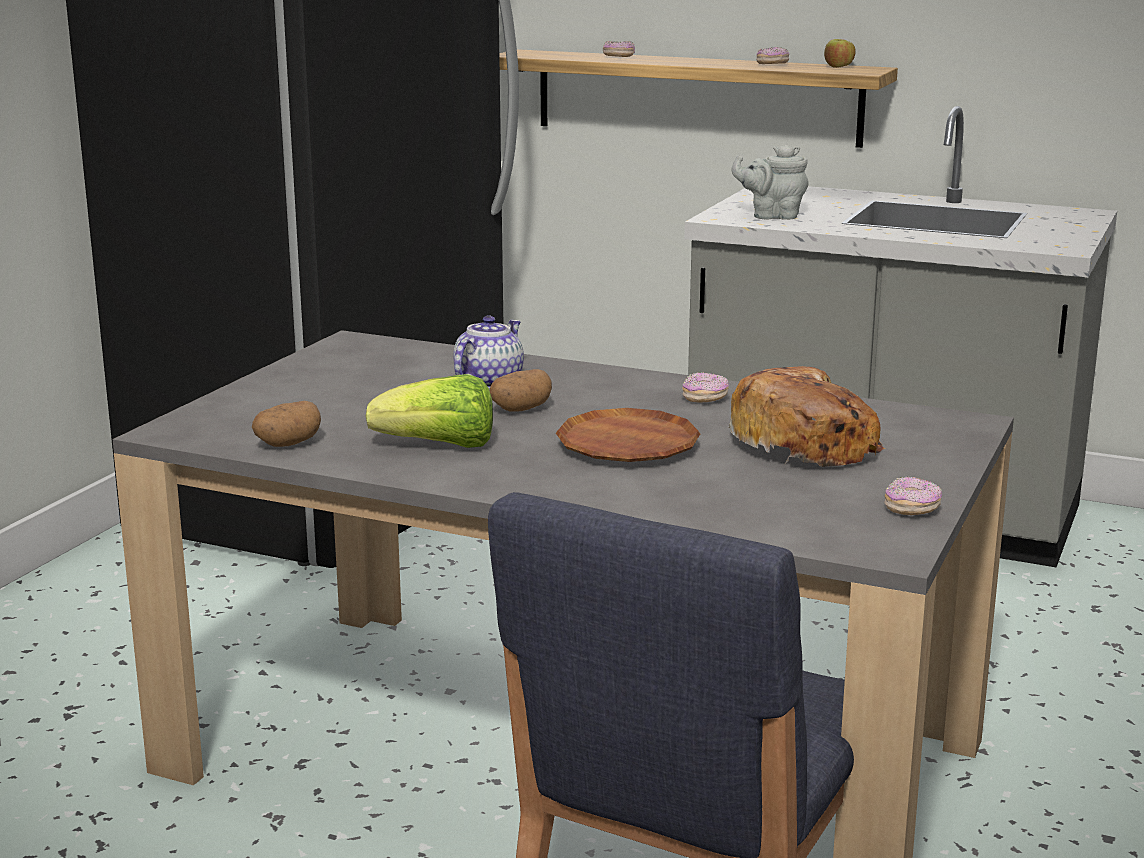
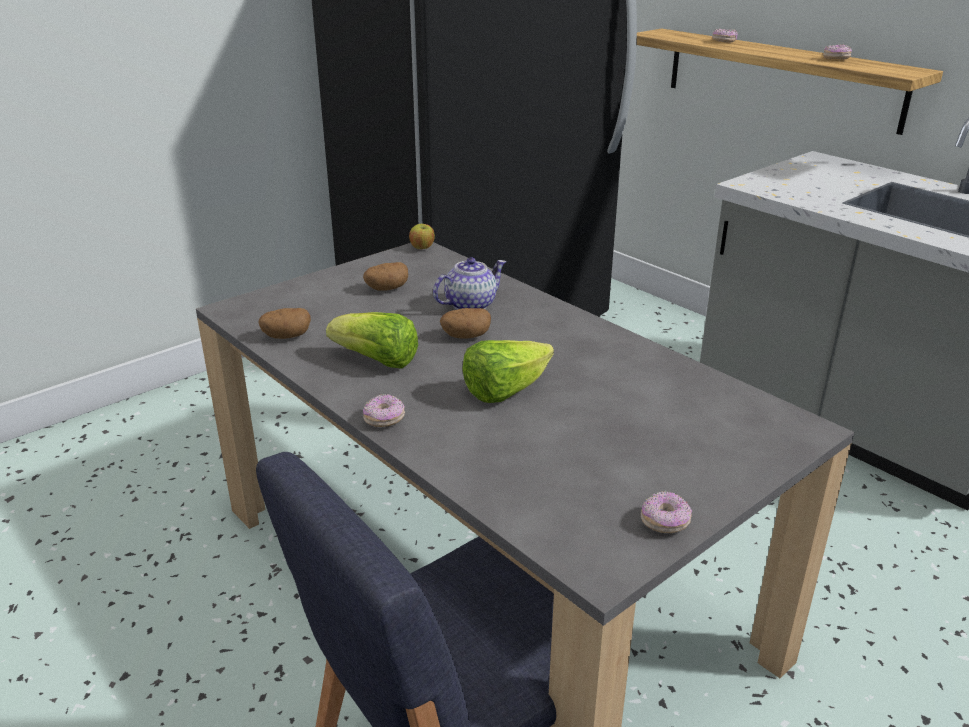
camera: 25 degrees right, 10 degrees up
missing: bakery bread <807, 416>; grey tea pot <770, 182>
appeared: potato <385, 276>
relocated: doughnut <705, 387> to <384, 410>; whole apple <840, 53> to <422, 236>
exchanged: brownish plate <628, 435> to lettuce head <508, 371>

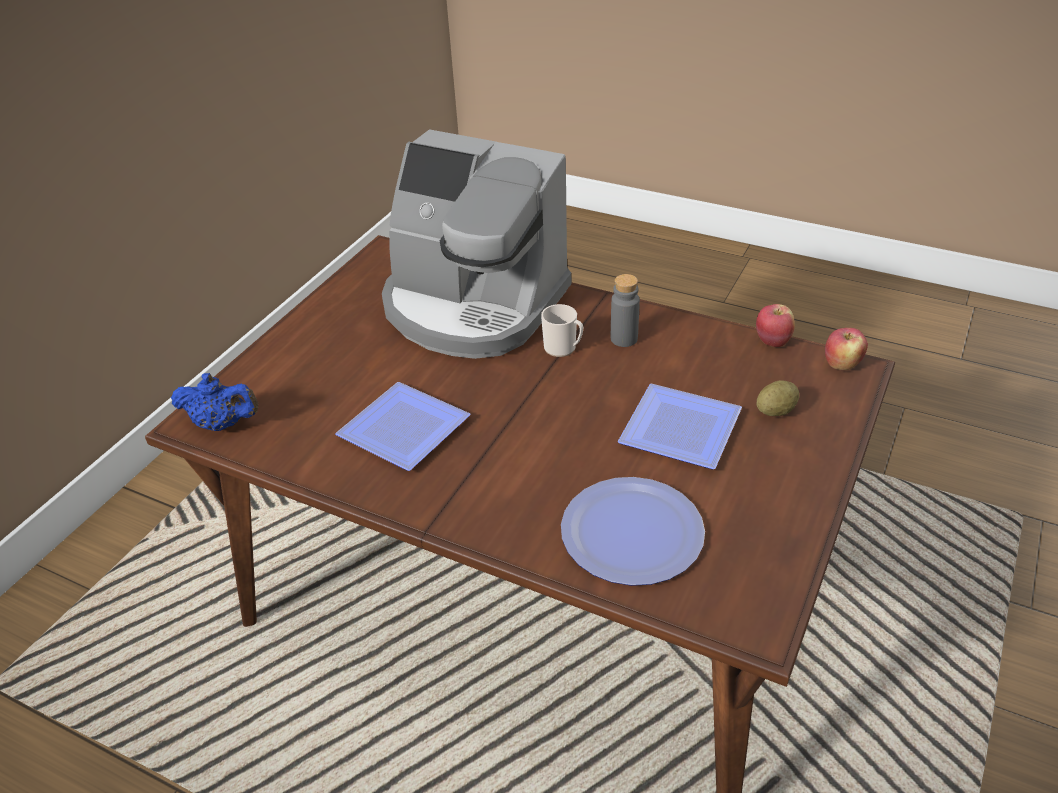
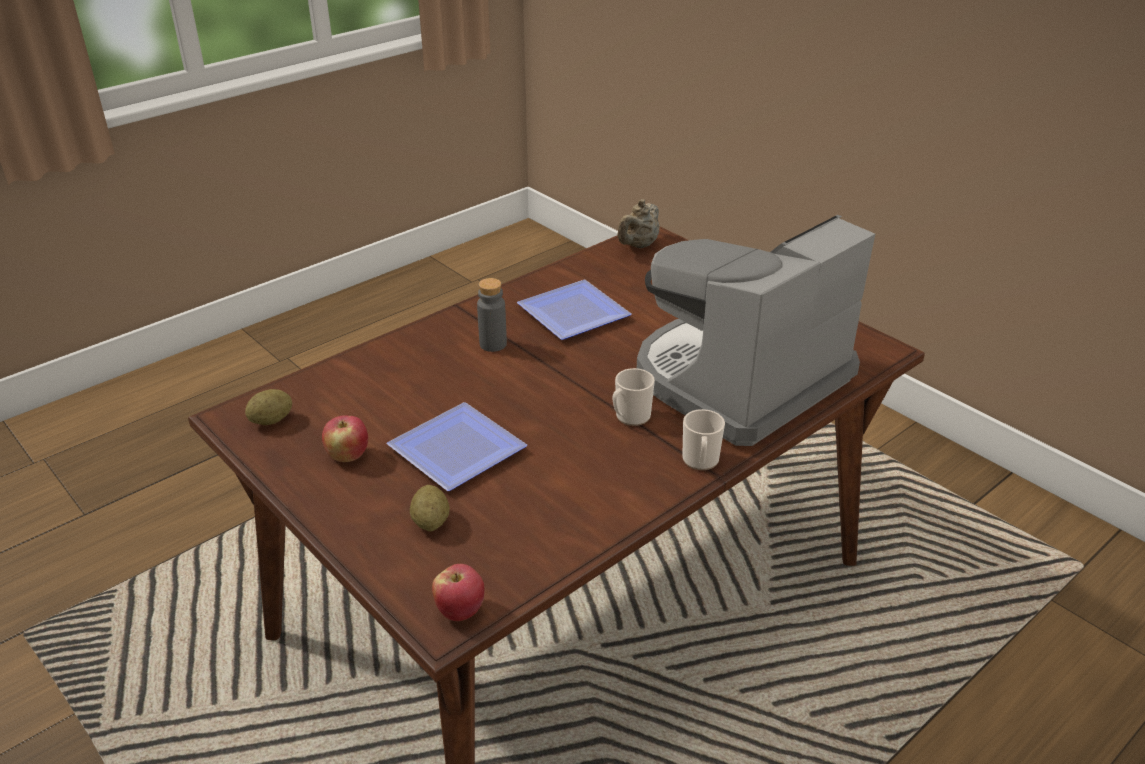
camera: 110 degrees right, 5 degrees down
missing: plate <633, 531>
appeared: potato <268, 407>; mug <703, 439>
relocated: whole apple <775, 325> to <345, 439>; grey beverage bottle <625, 310> to <492, 315>
colour: blue tea pot <214, 402> to beige-coloured tea pot <638, 223>

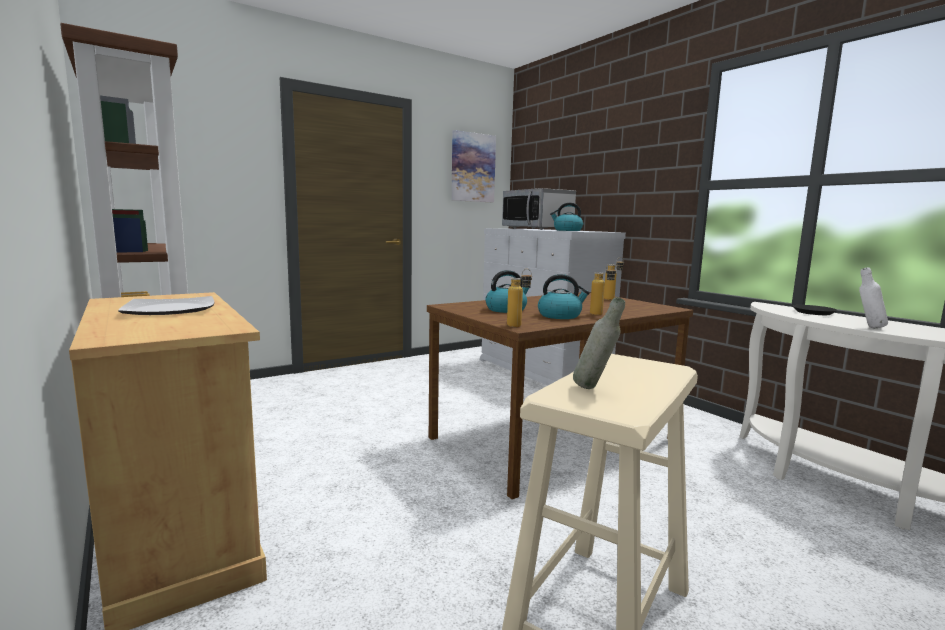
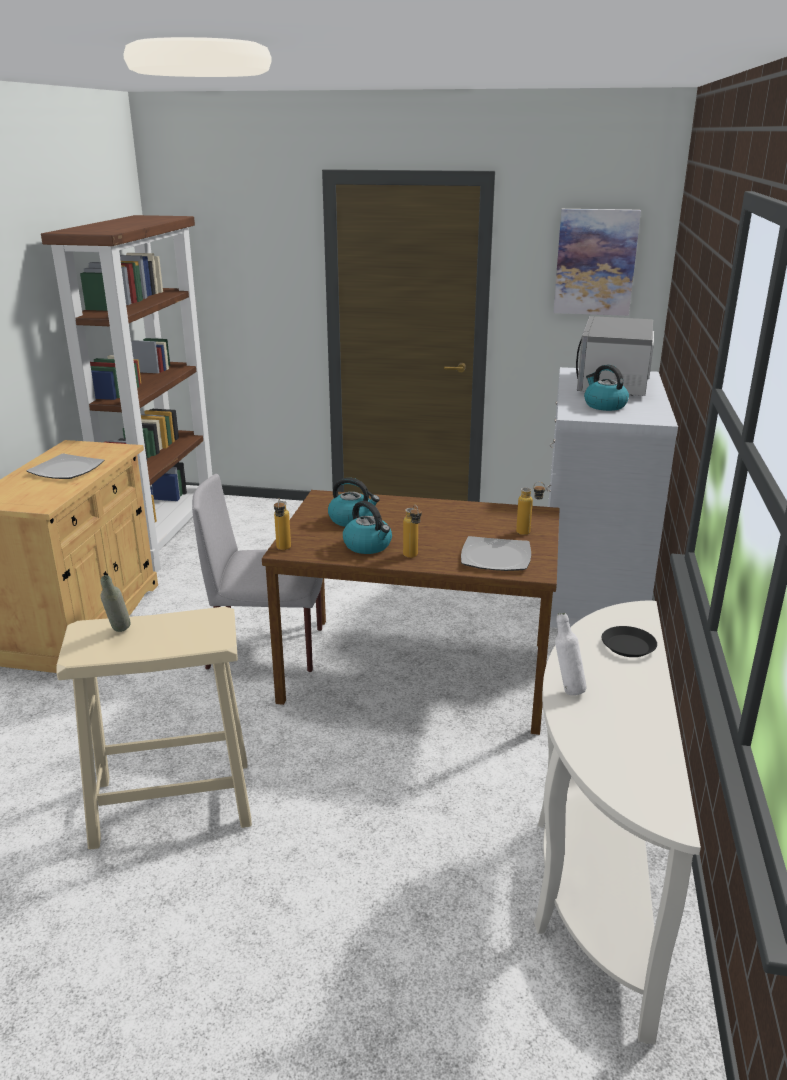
camera: 45 degrees right, 15 degrees up
appeared: grey plain chair <257, 573>; plate <496, 553>

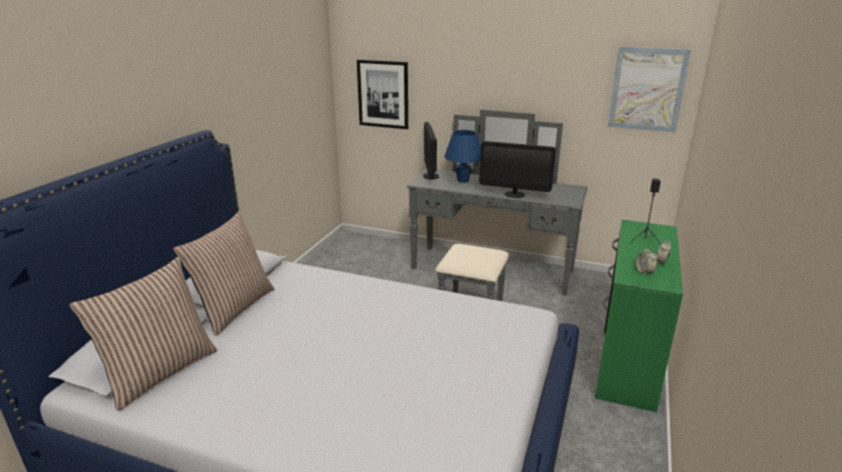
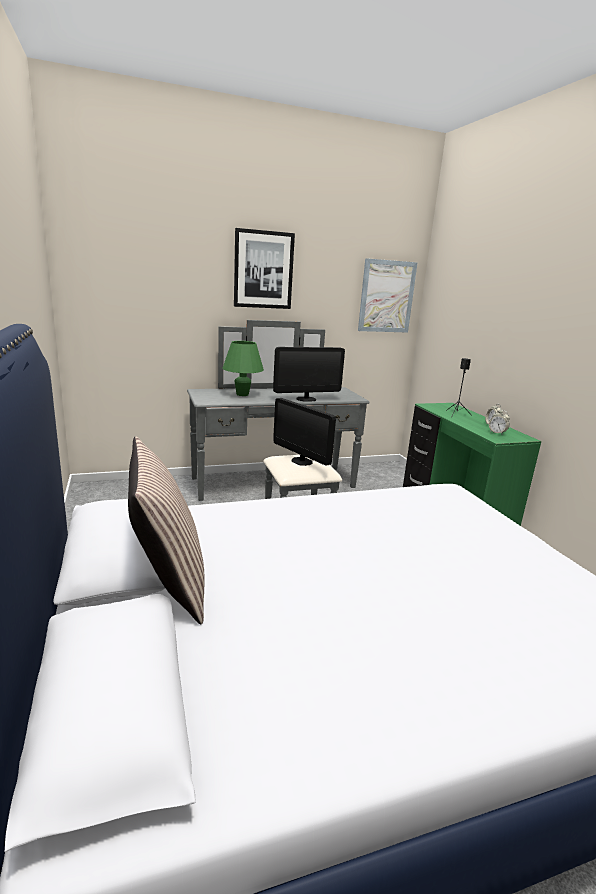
camera: 40 degrees left, 5 degrees down
missing: throw pillow <143, 334>
relocated: wall art <382, 94> to <264, 268>; monitor <431, 151> to <304, 432>
colour: blue lamp for a table <462, 156> to green lamp for a table <243, 368>

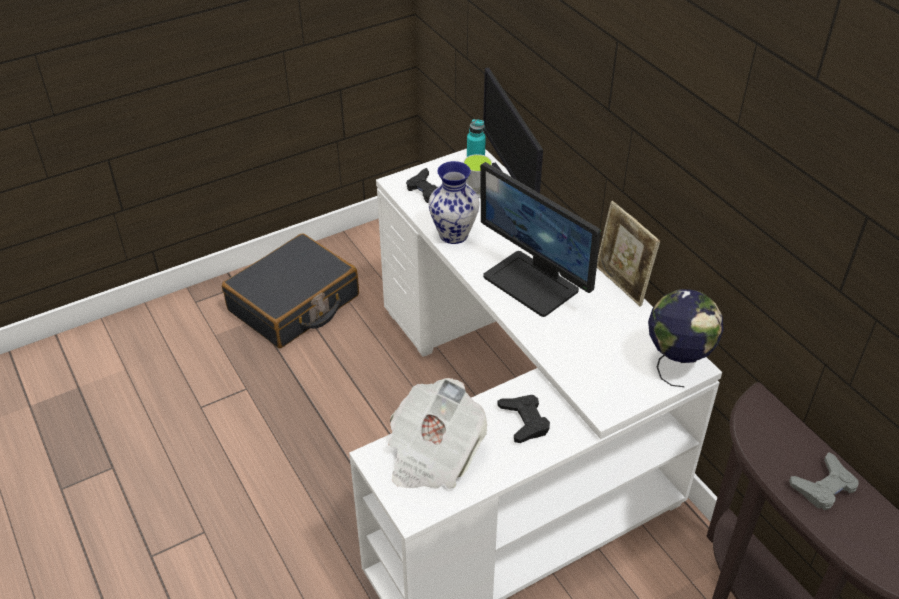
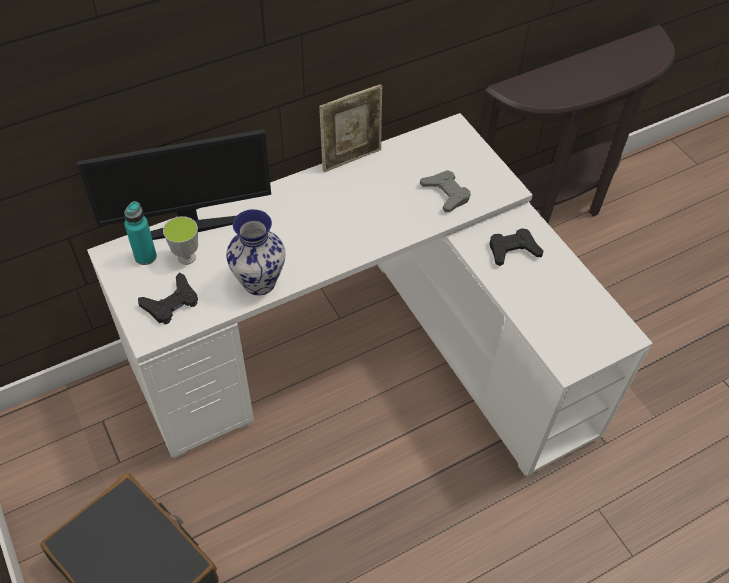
camera: 90 degrees left, 10 degrees up
missing: daily paper <437, 433>; monitor <540, 239>; world globe <686, 338>
relocated: grey gamepad <824, 481> to <445, 191>

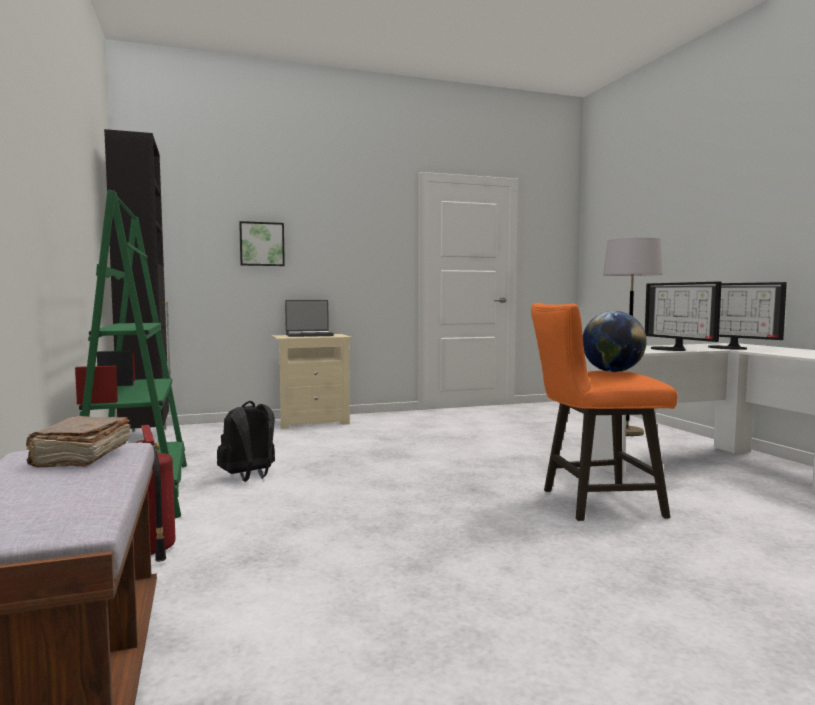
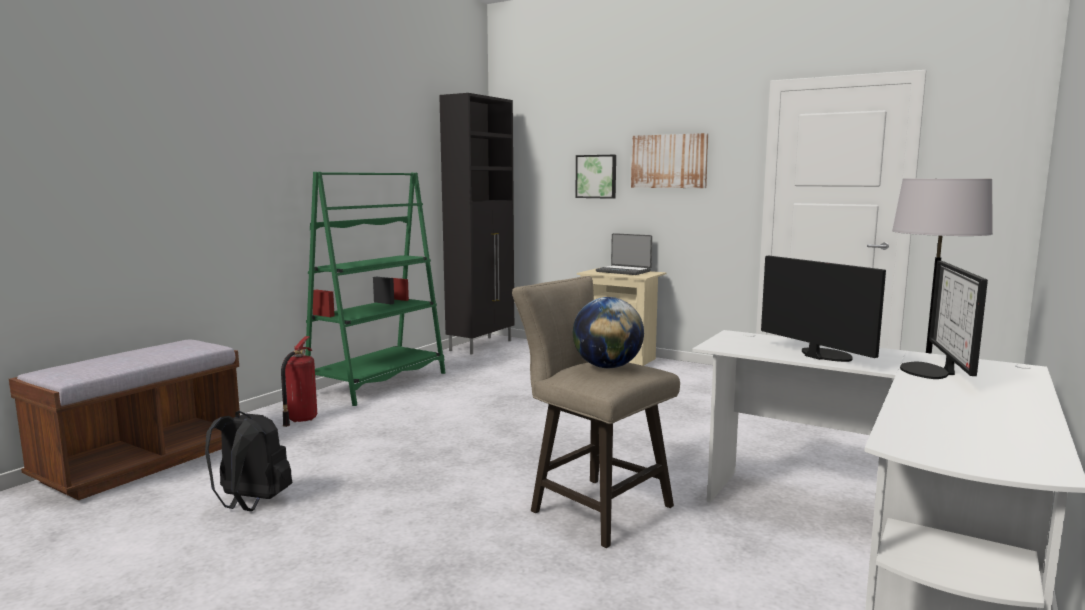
camera: 50 degrees right, 5 degrees up
missing: brownish book <78, 441>
appeared: wall art <670, 160>
relocated: black-coloured rucksack <246, 441> to <248, 461>
colour: orangey stool seat <604, 412> to beige-coloured stool seat <596, 412>
spun: monitor <683, 316> = <823, 309> 120 degrees clockwise

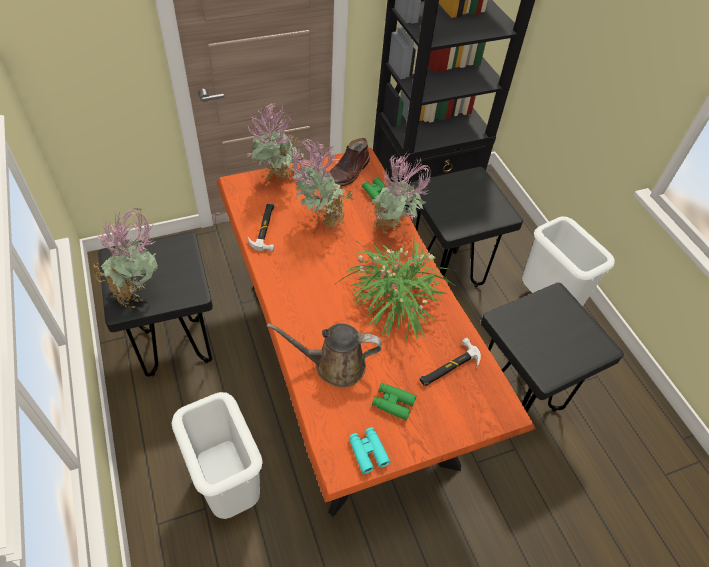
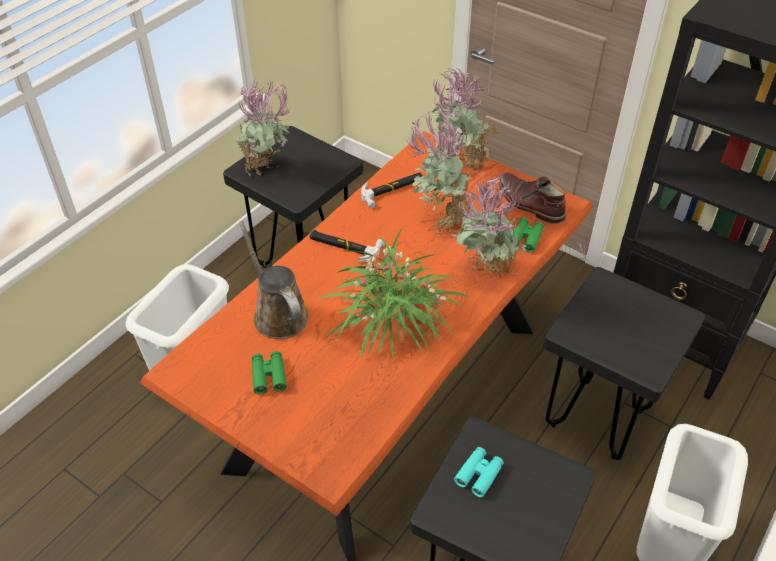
camera: 60 degrees right, 5 degrees down
relocated: hammer <450, 362> to <346, 246>; turquoise-coloured binoculars <369, 450> to <479, 472>
spun: brownish high-top boot <349, 162> = <532, 198> 45 degrees clockwise

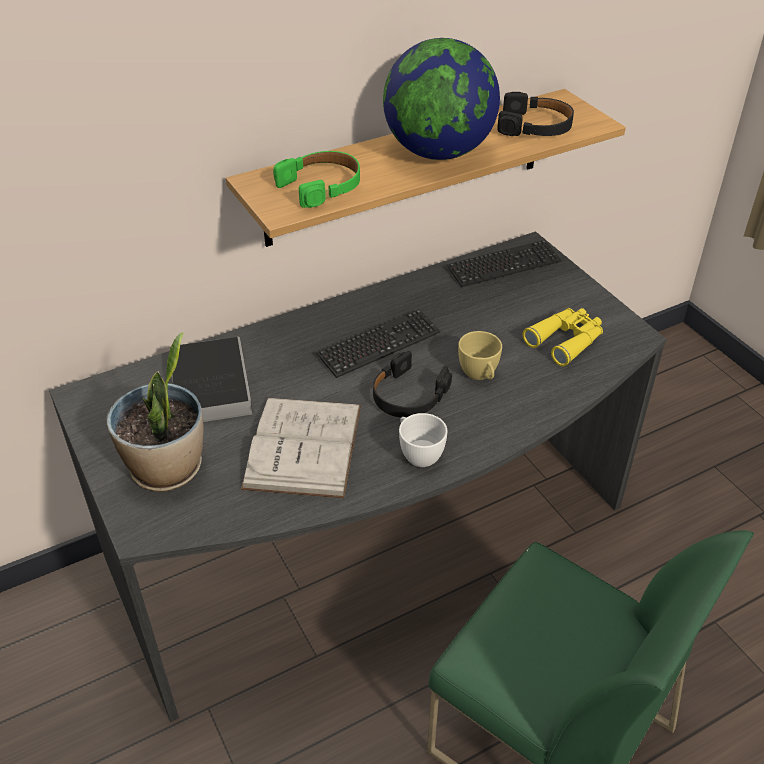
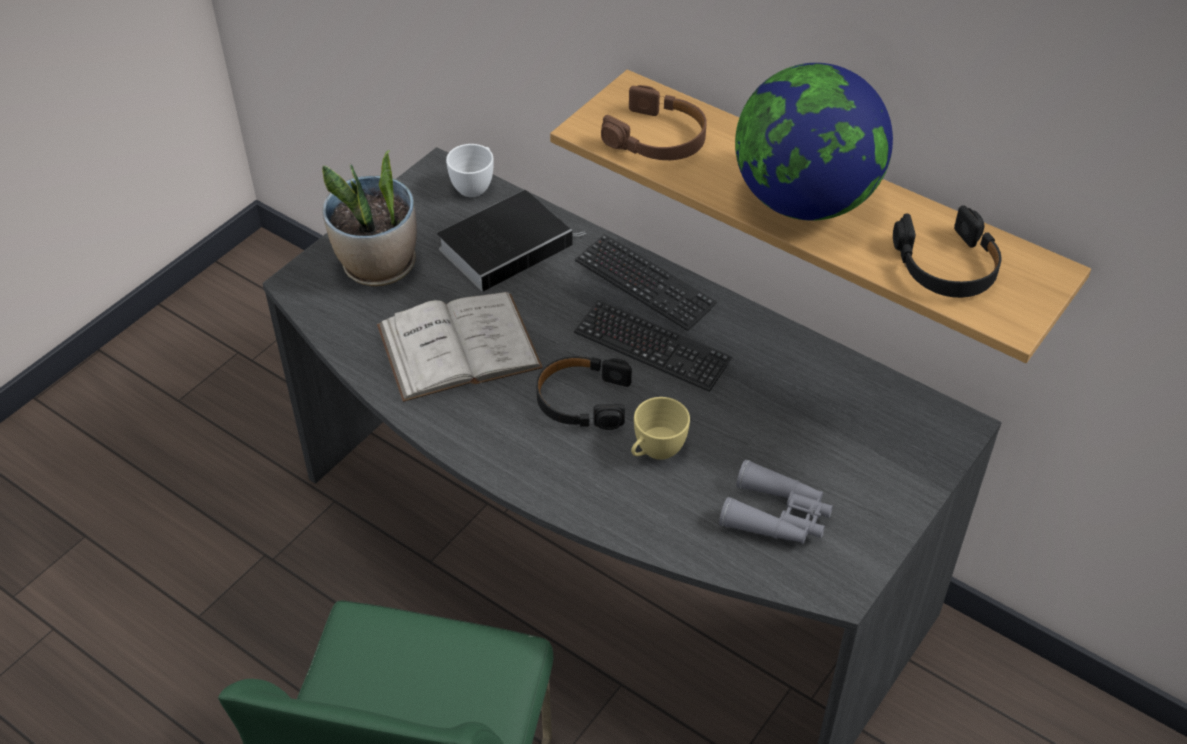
camera: 65 degrees right, 5 degrees up
relocated: whitish cup <423, 440> to <470, 170>; computer keyboard <504, 263> to <646, 282>
colour: green pair of headphones <316, 179> to brownish pair of headphones <654, 122>; yellowish binoculars <562, 337> to grey binoculars <776, 502>

